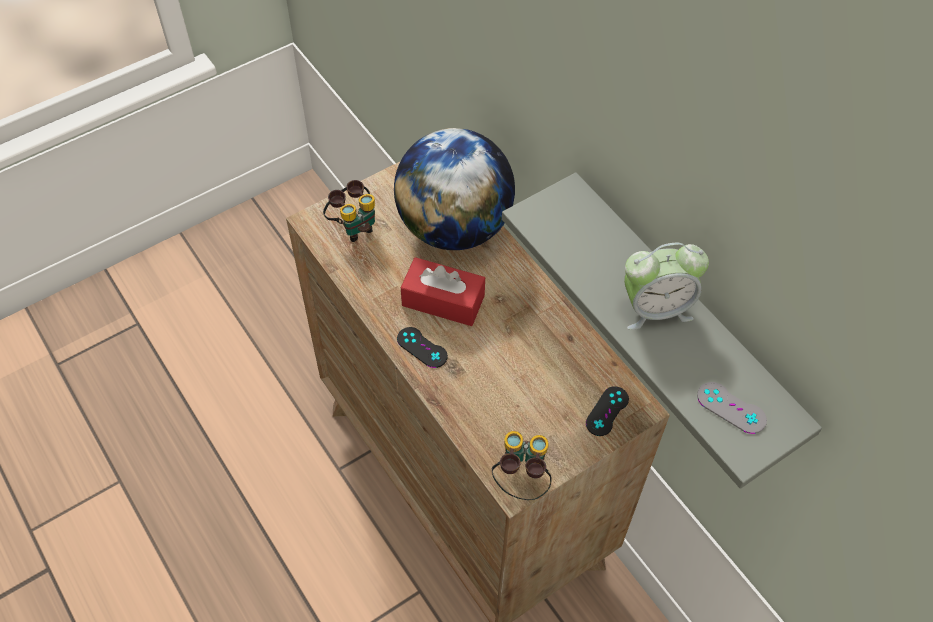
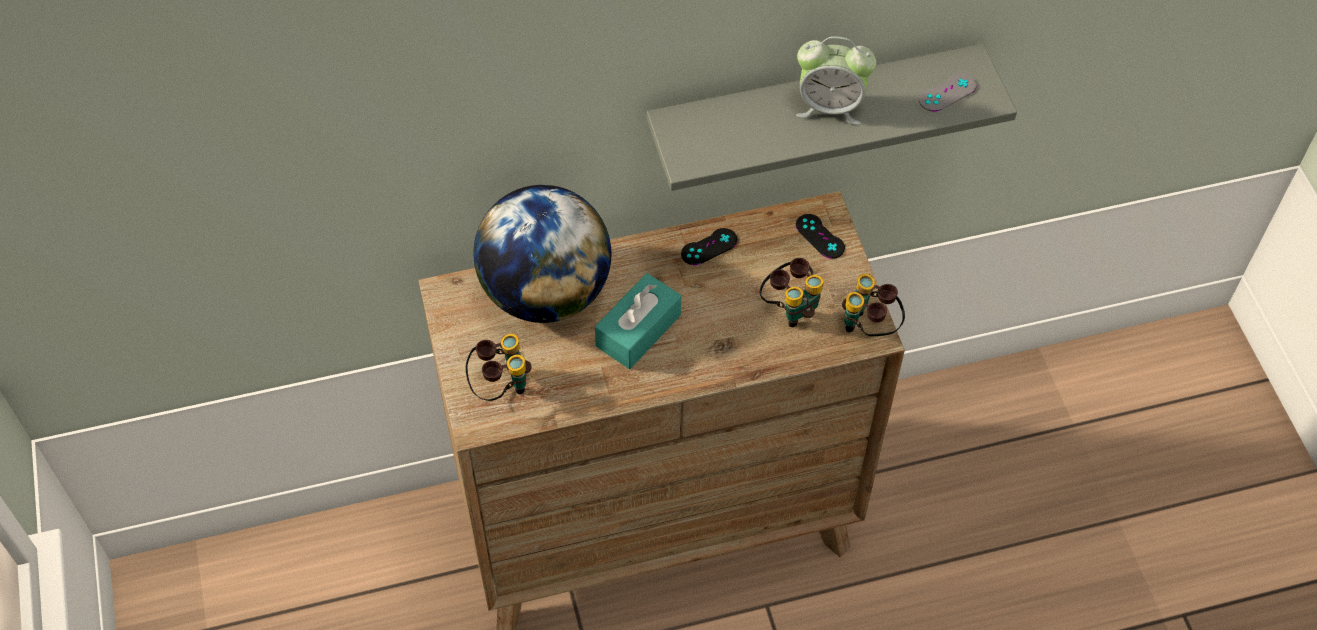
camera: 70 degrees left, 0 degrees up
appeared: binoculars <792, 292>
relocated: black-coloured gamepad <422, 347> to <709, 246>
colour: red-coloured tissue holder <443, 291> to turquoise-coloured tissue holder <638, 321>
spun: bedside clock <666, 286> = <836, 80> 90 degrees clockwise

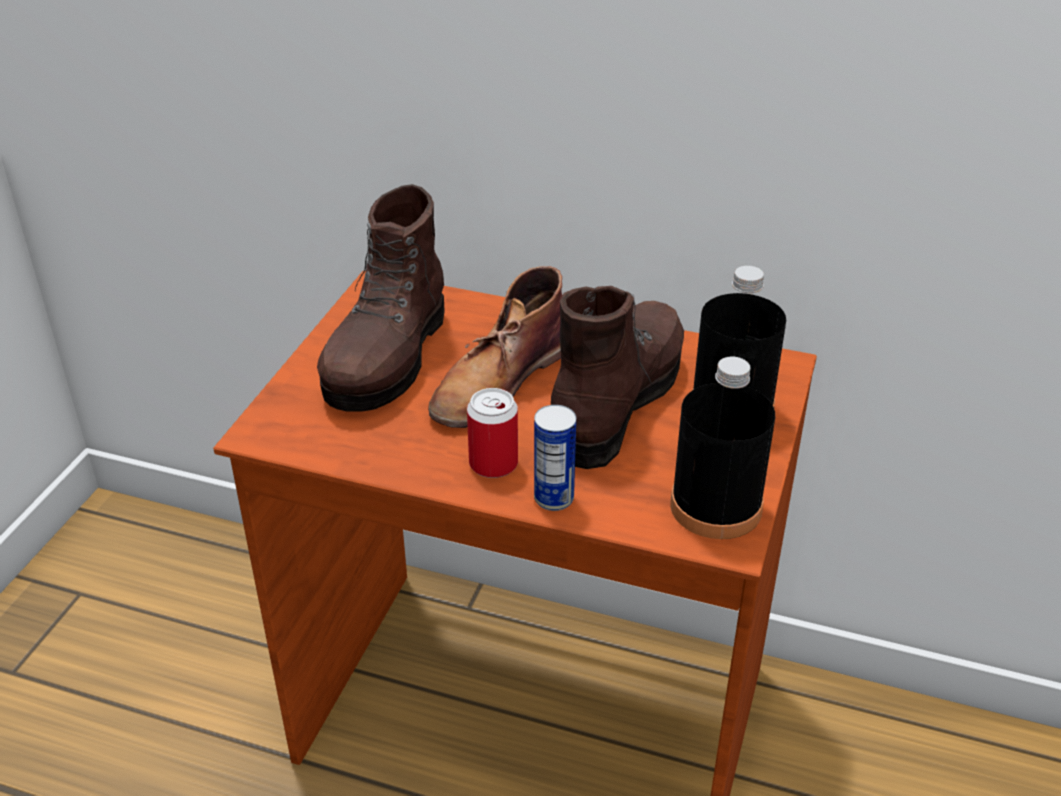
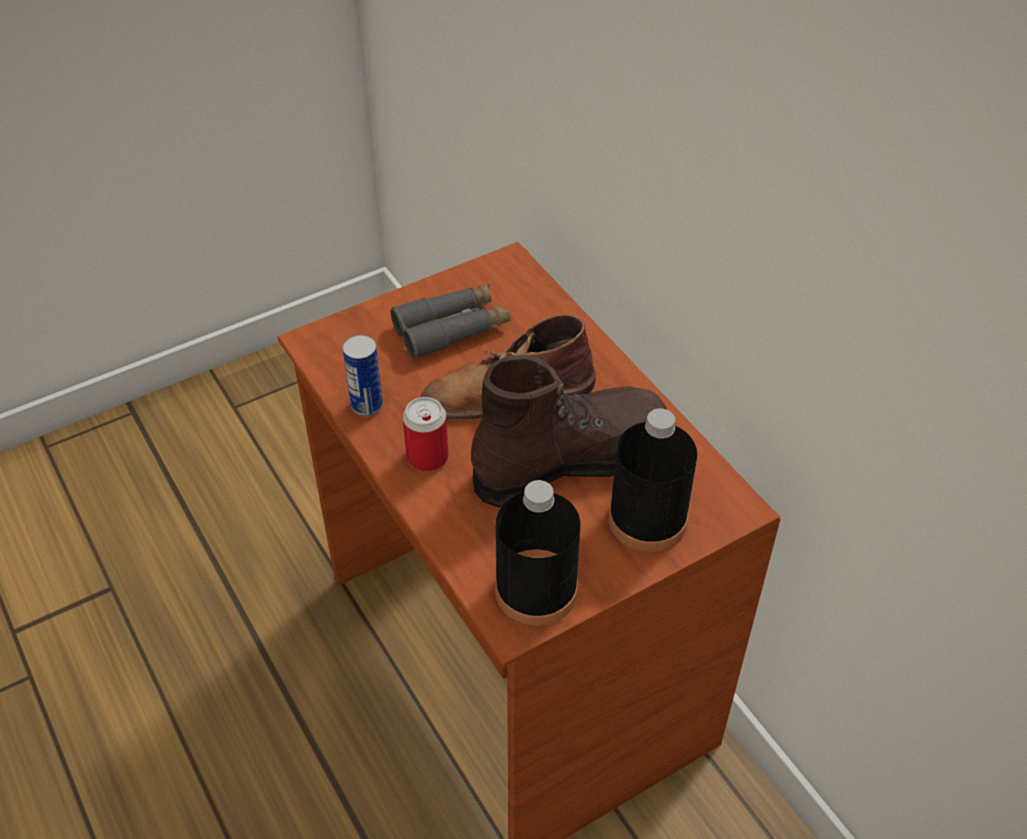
camera: 40 degrees right, 10 degrees up
relocated: metal can <555, 458> to <363, 376>
exchanged: brownish high-top boot <381, 298> to grey binoculars <451, 321>

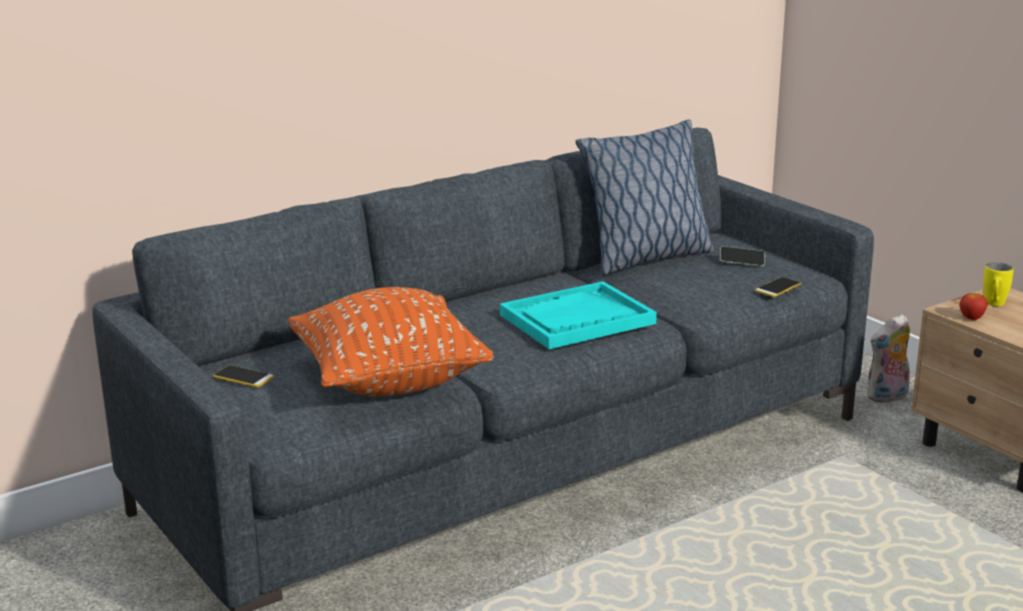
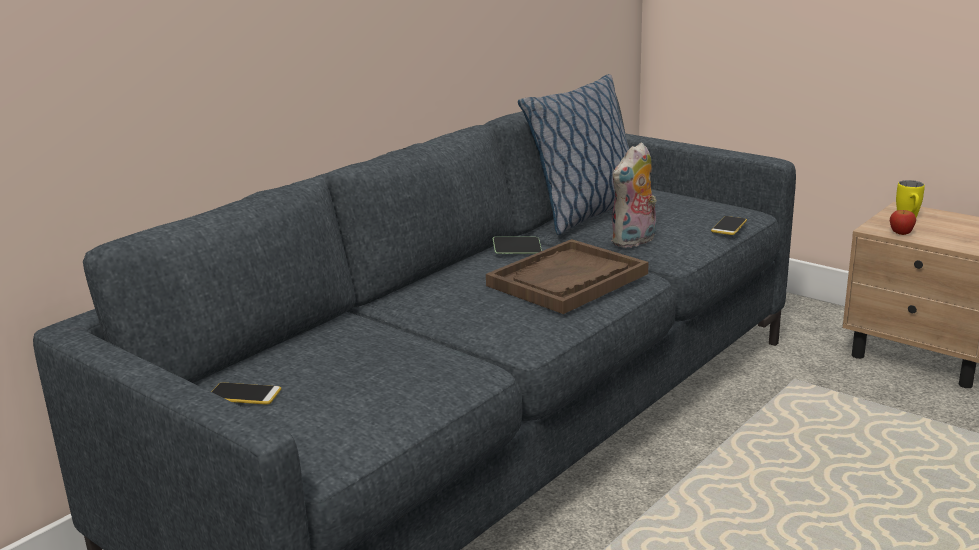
camera: 15 degrees left, 0 degrees up
missing: orangey throw pillow <390, 341>
relocated: phone <742, 256> to <517, 245>; cuddly toy <888, 358> to <634, 195>
colour: turquoise-coloured serving tray <578, 315> to brownish serving tray <567, 276>

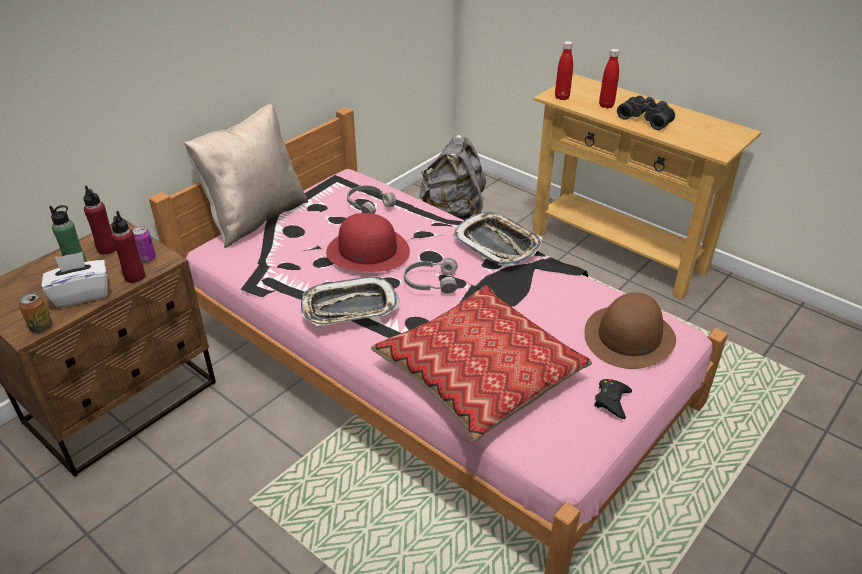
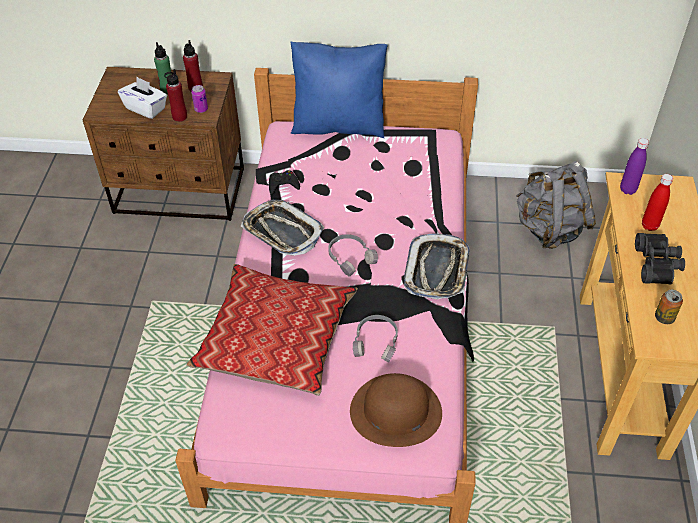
camera: 55 degrees right, 10 degrees up
missing: red-coloured wearable hat <368, 242>
relocated: black-coloured gamepad <613, 399> to <284, 182>; grey pair of headphones <371, 199> to <375, 339>; metal can <36, 312> to <669, 306>
colour: beige-coloured throw pillow <246, 176> to blue throw pillow <339, 89>; red-coloured beverage bottle <564, 70> to purplish beverage bottle <634, 166>

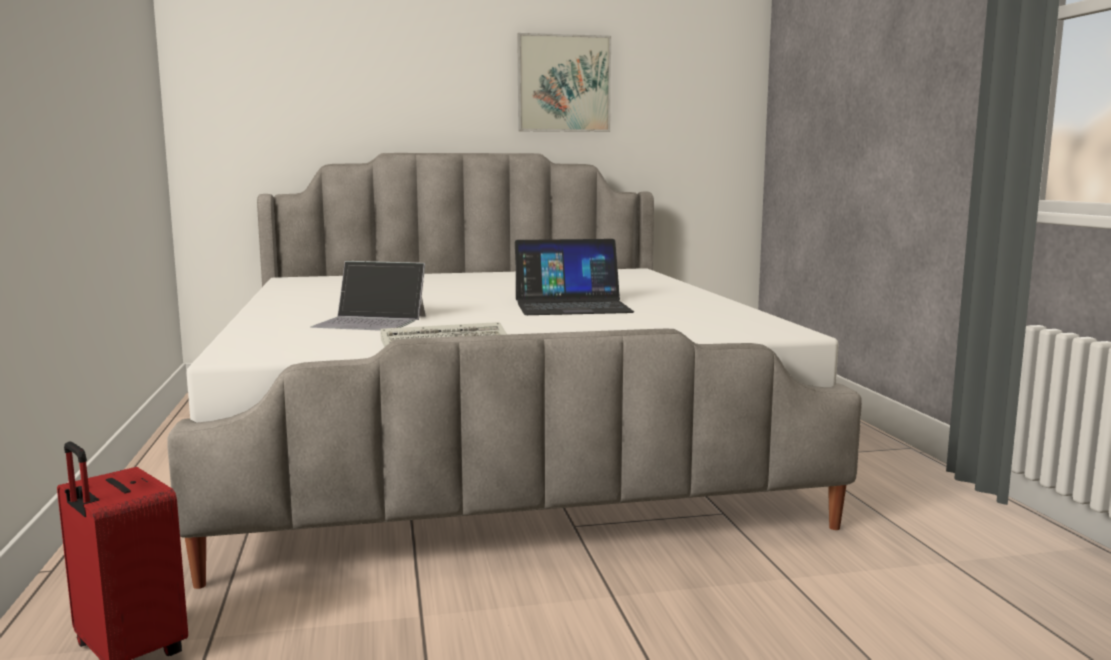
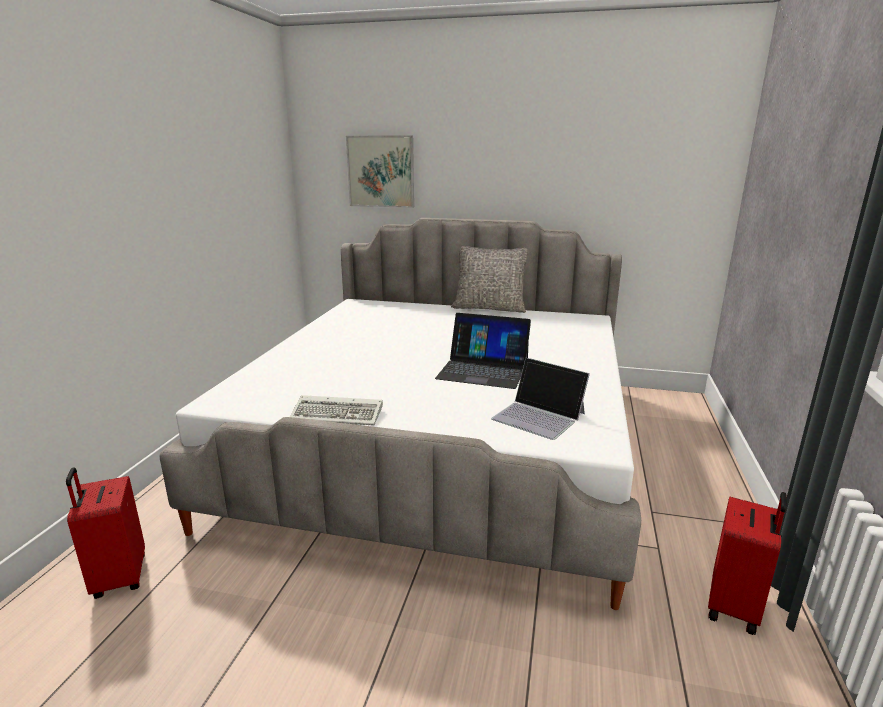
camera: 25 degrees right, 10 degrees up
appeared: grey throw pillow <490, 279>; red-coloured piece of luggage <747, 563>
relocated: wall art <564, 82> to <380, 172>; portable computer <368, 296> to <540, 399>

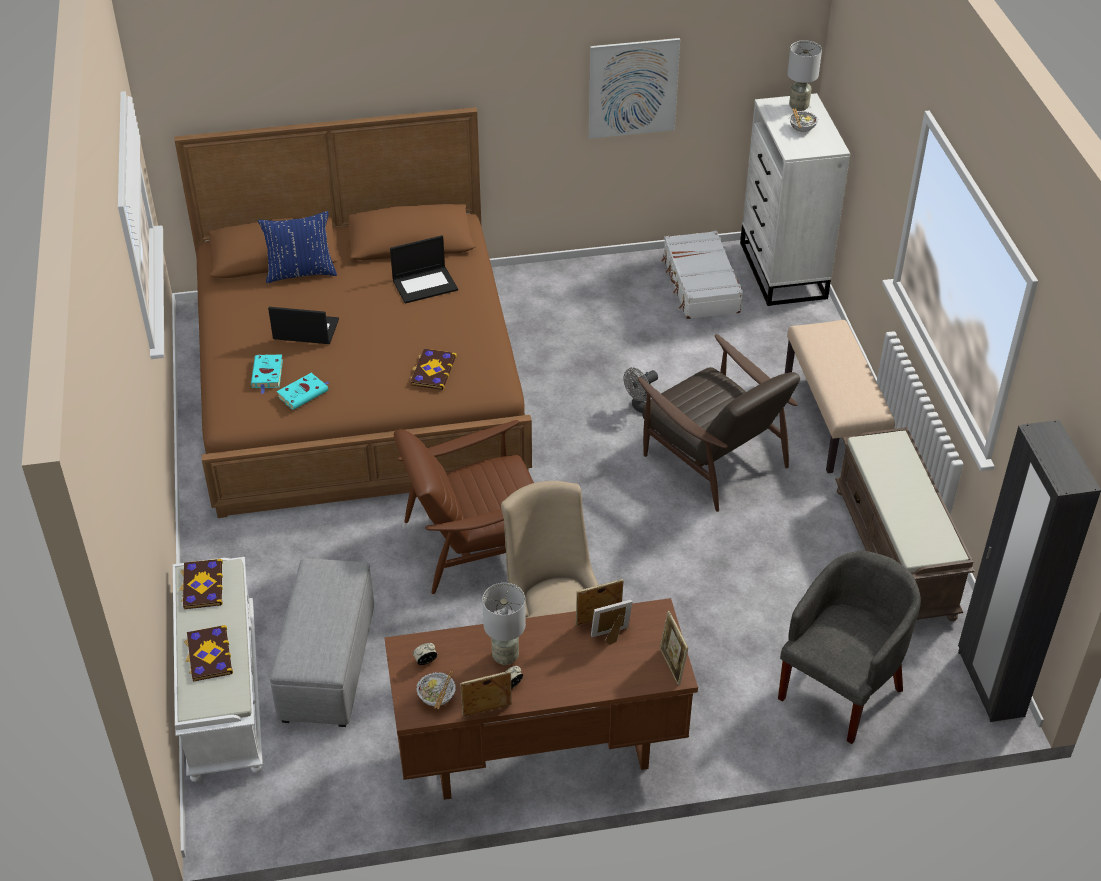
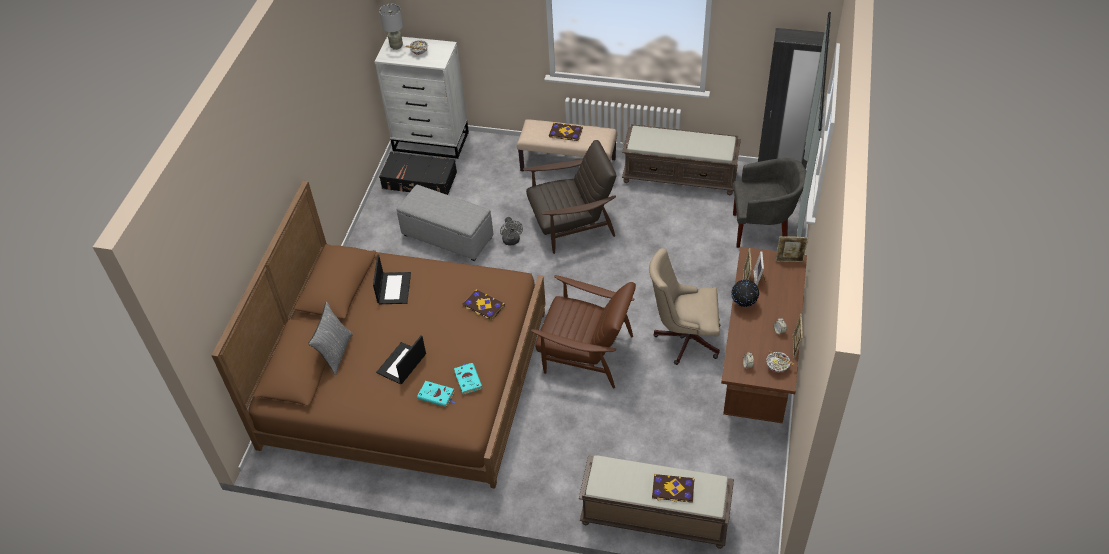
camera: 65 degrees left, 5 degrees up
missing: grey lamp for a table <504, 624>; wall art <634, 88>
appeared: world globe <745, 293>
relocated: grey footrest <322, 642> to <445, 223>; book <201, 584> to <566, 132>
colour: blue throw pillow <297, 247> to grey throw pillow <330, 338>; whitish piece of luggage <702, 275> to black-coloured piece of luggage <418, 173>; whitish bench <218, 669> to brownish bench <656, 502>
spun: brownish lounge chair <464, 507> = <583, 331> 75 degrees counterclockwise; grey lounge chair <849, 647> = <769, 203> 120 degrees clockwise

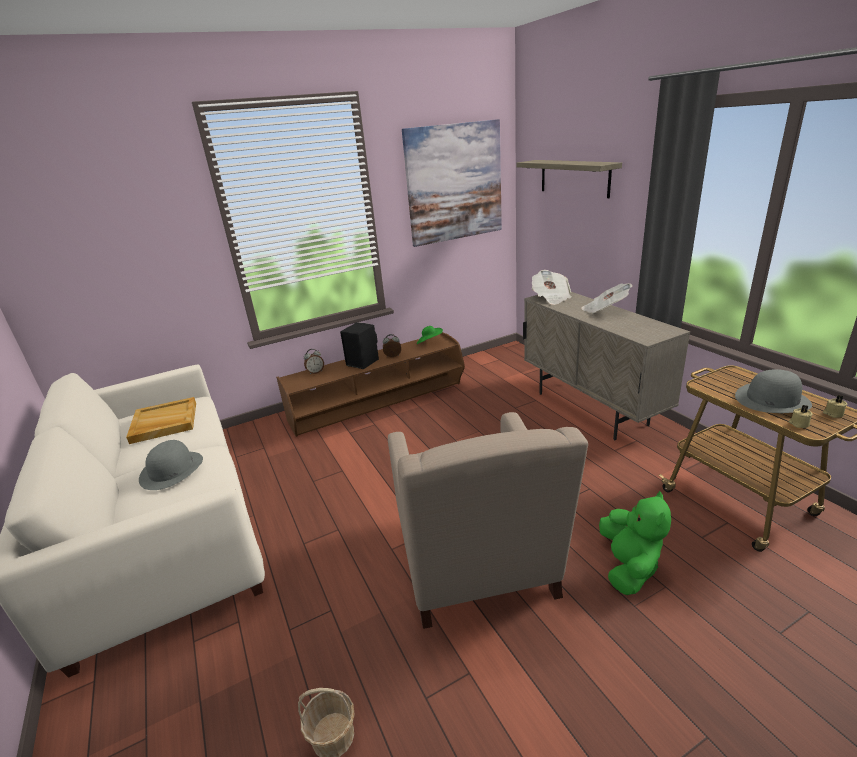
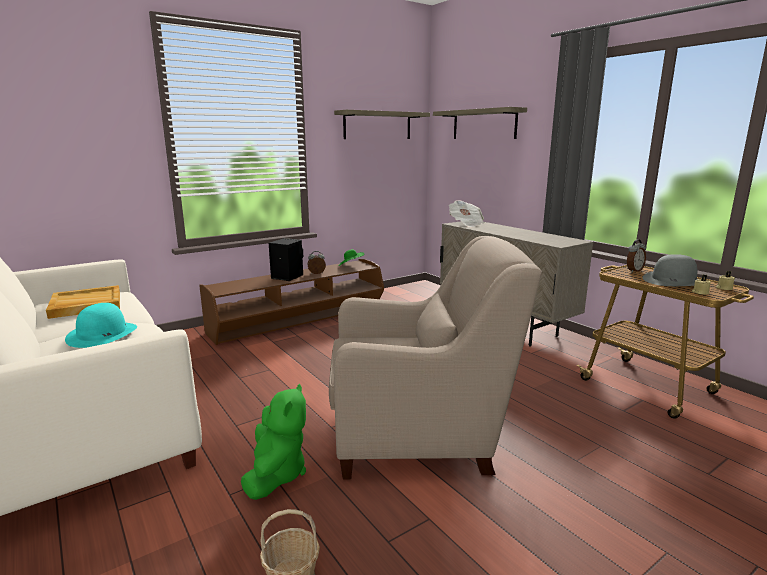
camera: 10 degrees left, 10 degrees down
missing: daily paper <607, 298>
relocated: green cuddly toy <635, 543> to <273, 442>; bedside clock <314, 362> to <636, 256>
exchanged: wall art <452, 183> to bracket shelf <382, 124>
colour: grey wearable hat <171, 465> to turquoise-coloured wearable hat <101, 325>
spun: beige-coloured lounge chair <488, 520> = <435, 358> 75 degrees counterclockwise

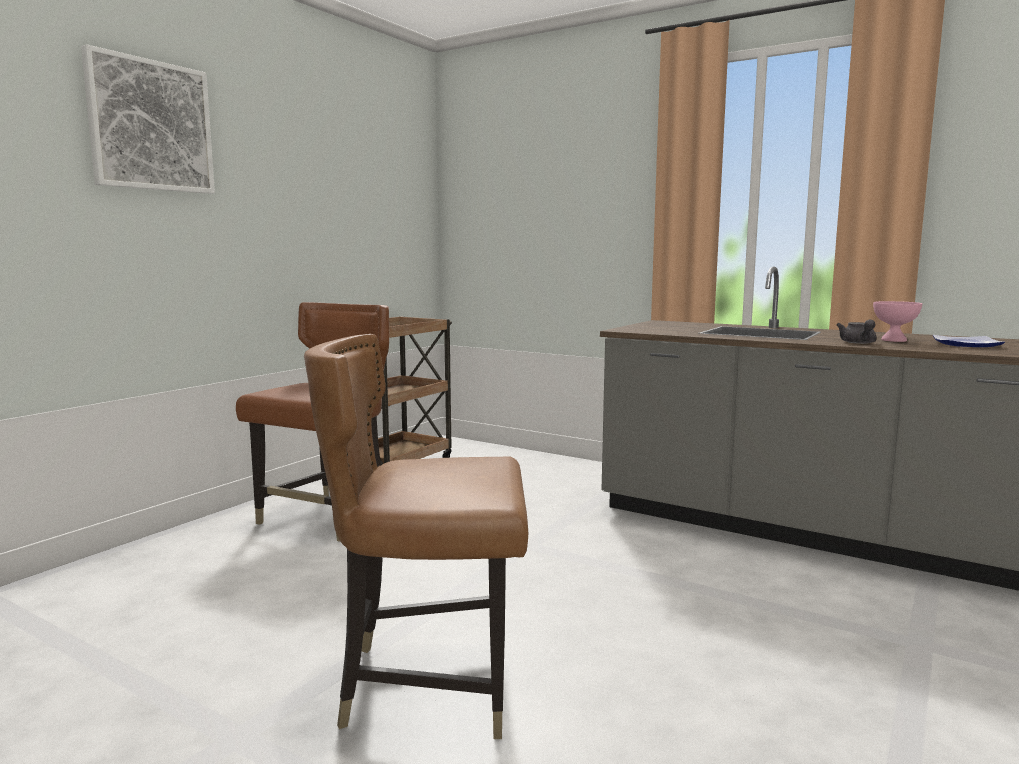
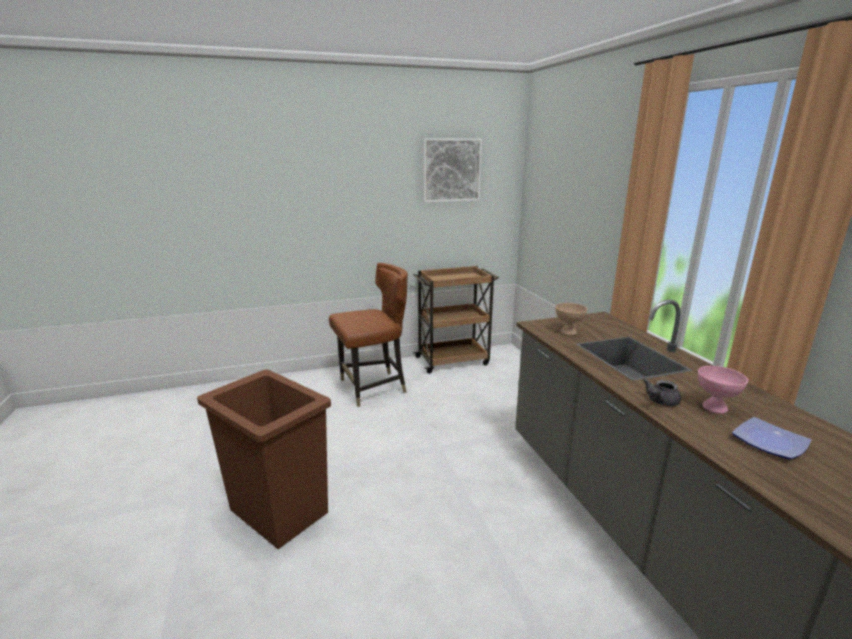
camera: 40 degrees right, 10 degrees up
appeared: beige-coloured bowl <571, 319>
relocated: wall art <148, 119> to <452, 170>
exchanged: brownish plain chair <416, 536> to brownish rubbish bin <264, 459>

